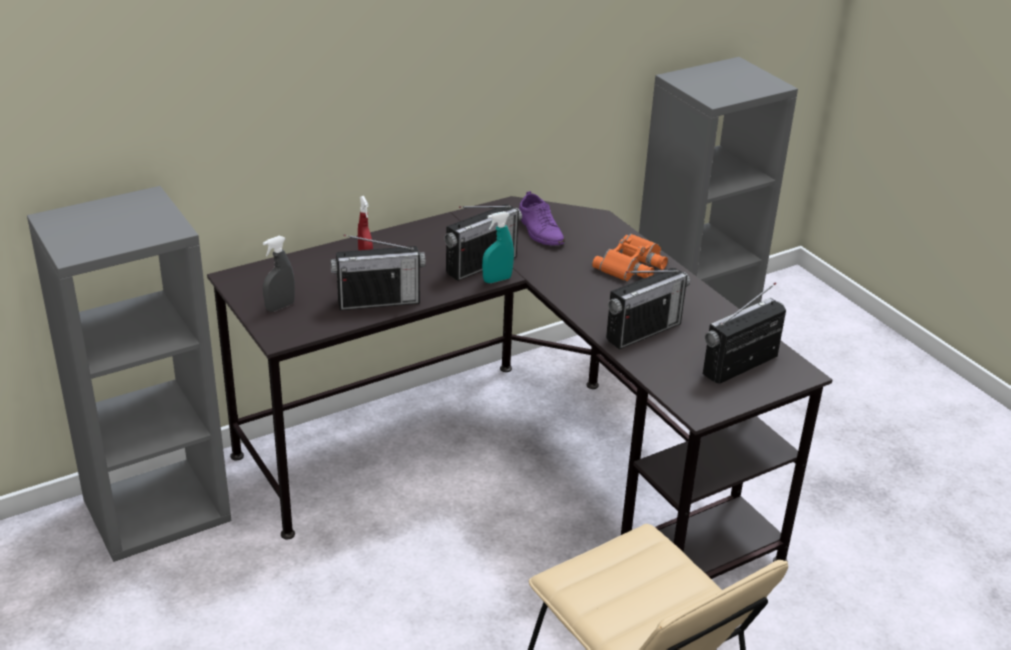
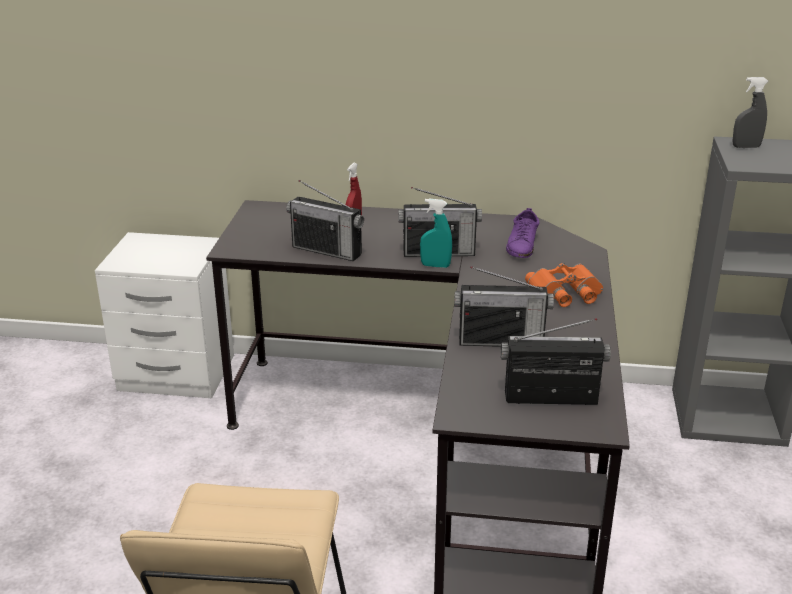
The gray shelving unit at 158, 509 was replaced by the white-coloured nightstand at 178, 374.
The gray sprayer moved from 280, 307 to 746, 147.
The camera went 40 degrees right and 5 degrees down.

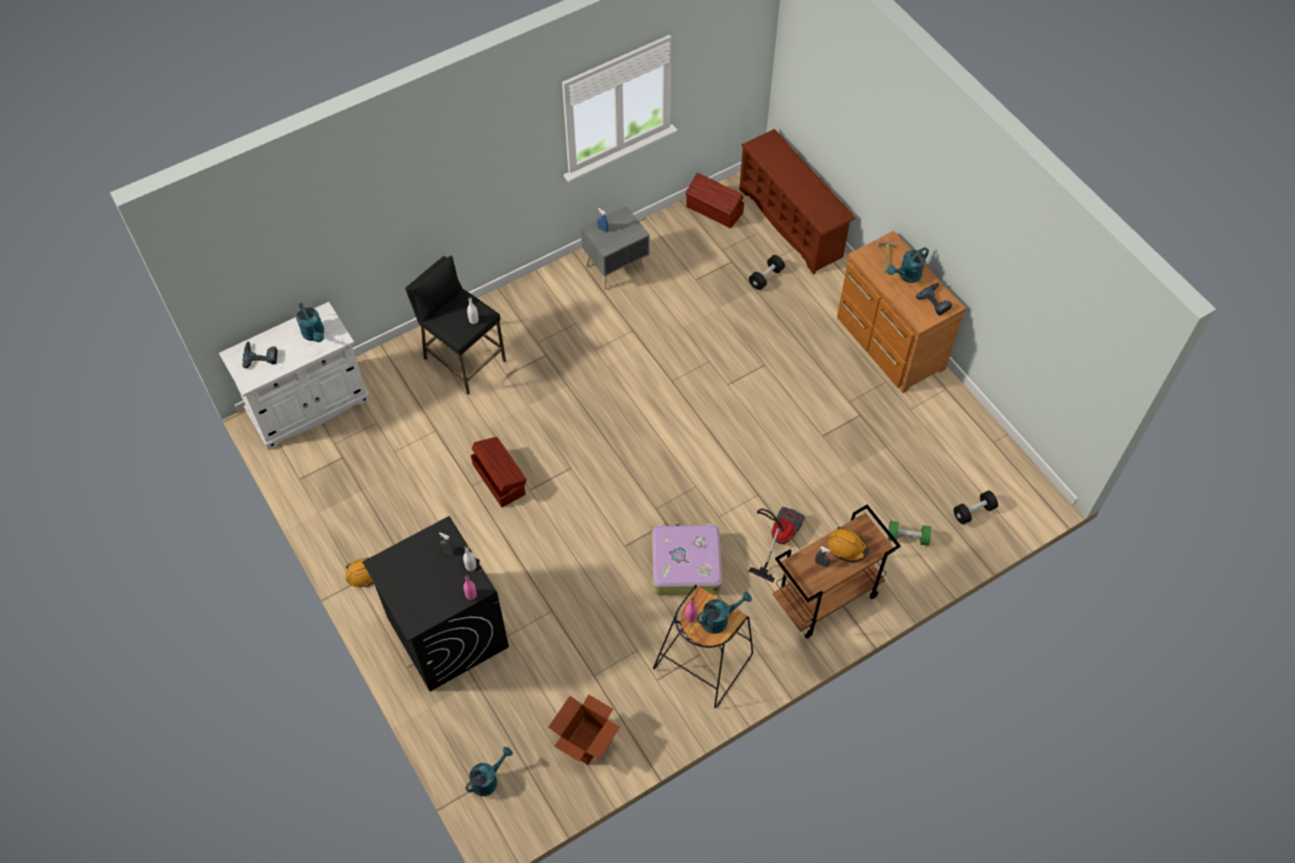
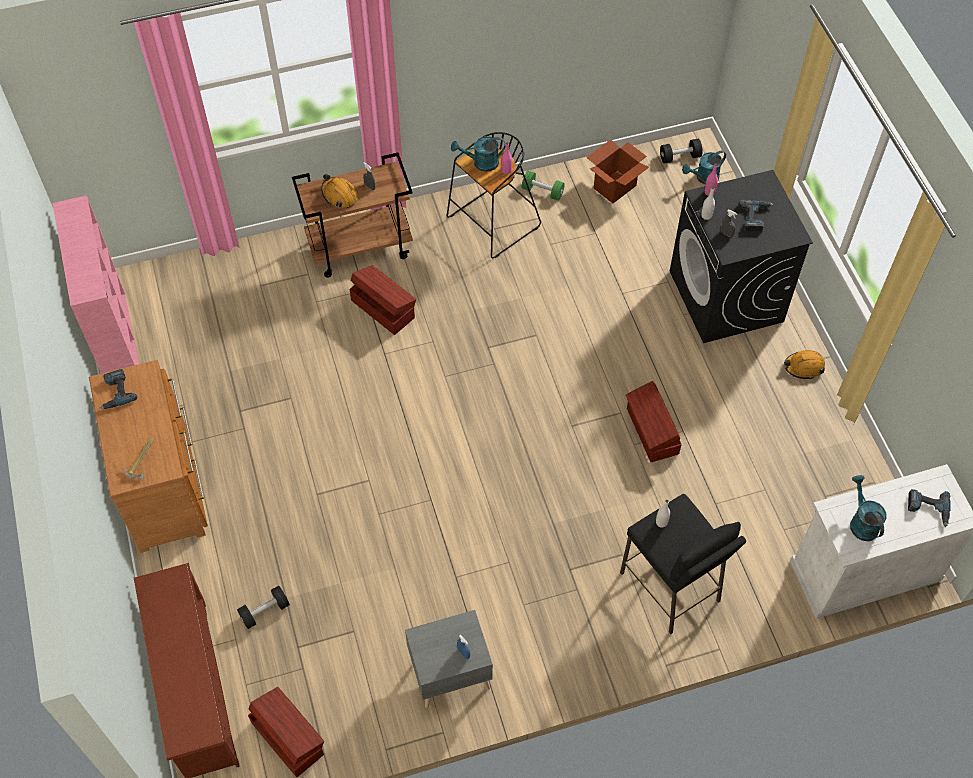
The suitcase at 685, 565 disappeared.
The vacuum at 777, 539 was replaced by the brown-coloured storage box at 383, 308.
The turquoise watering can at 907, 276 disappeared.
The greenish hand weight moved from 907, 537 to 542, 191.
The black hand weight moved from 973, 512 to 680, 157.
The pinkish shelving unit at 118, 342 appeared.
The power drill at 755, 217 appeared.
The camera went 165 degrees left and 0 degrees up.

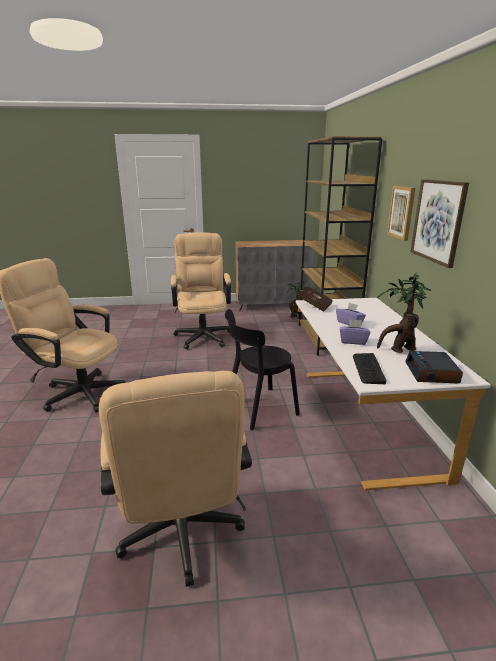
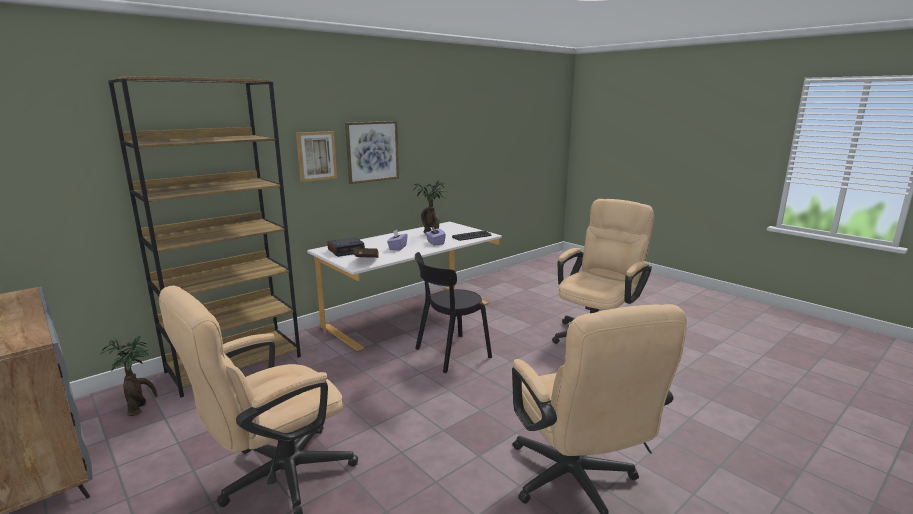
The black chair at 258, 408 turned 120 degrees clockwise.
The table clock moved from 432, 373 to 346, 251.
The camera went 125 degrees left and 5 degrees down.

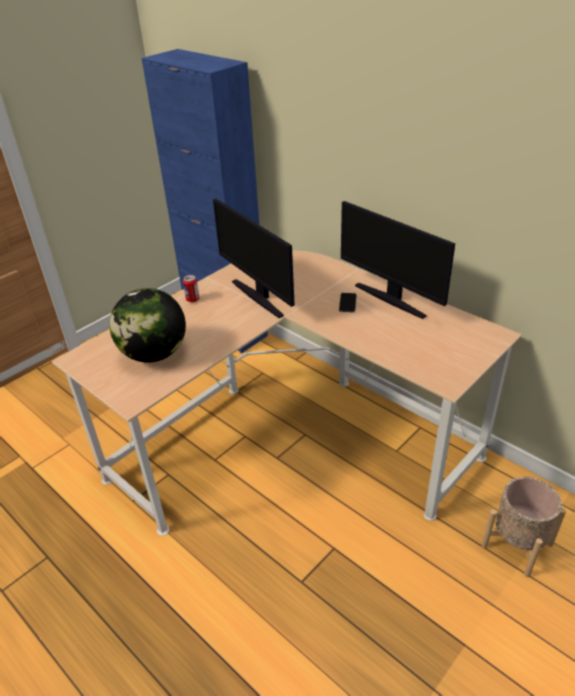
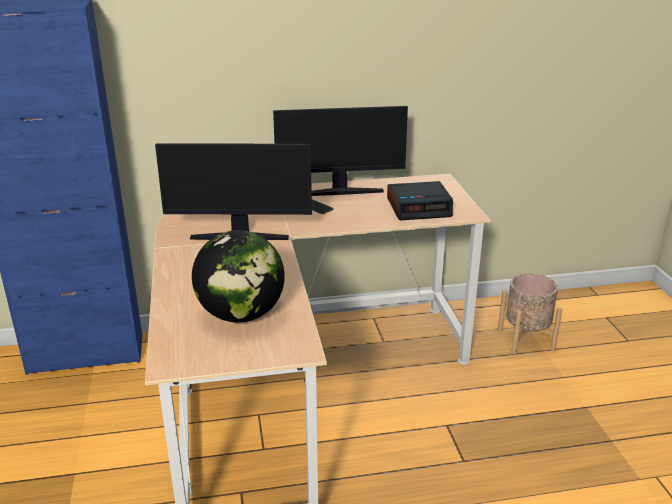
The can at 192, 299 disappeared.
The table clock at 419, 207 appeared.
The camera went 55 degrees left and 10 degrees down.

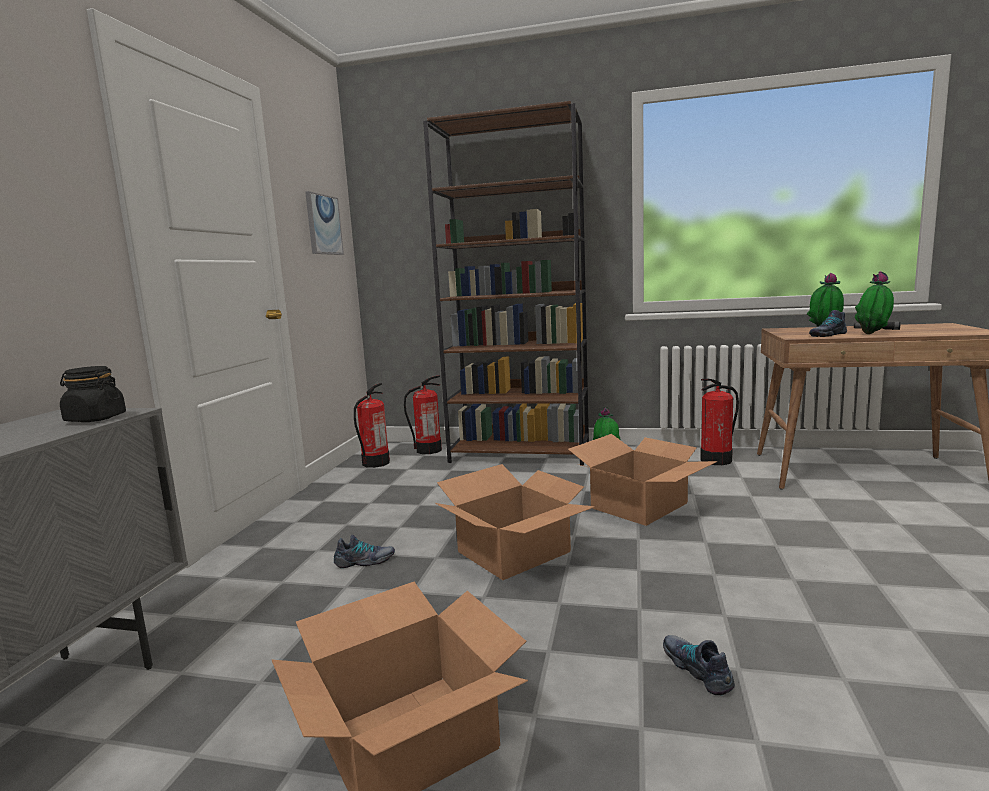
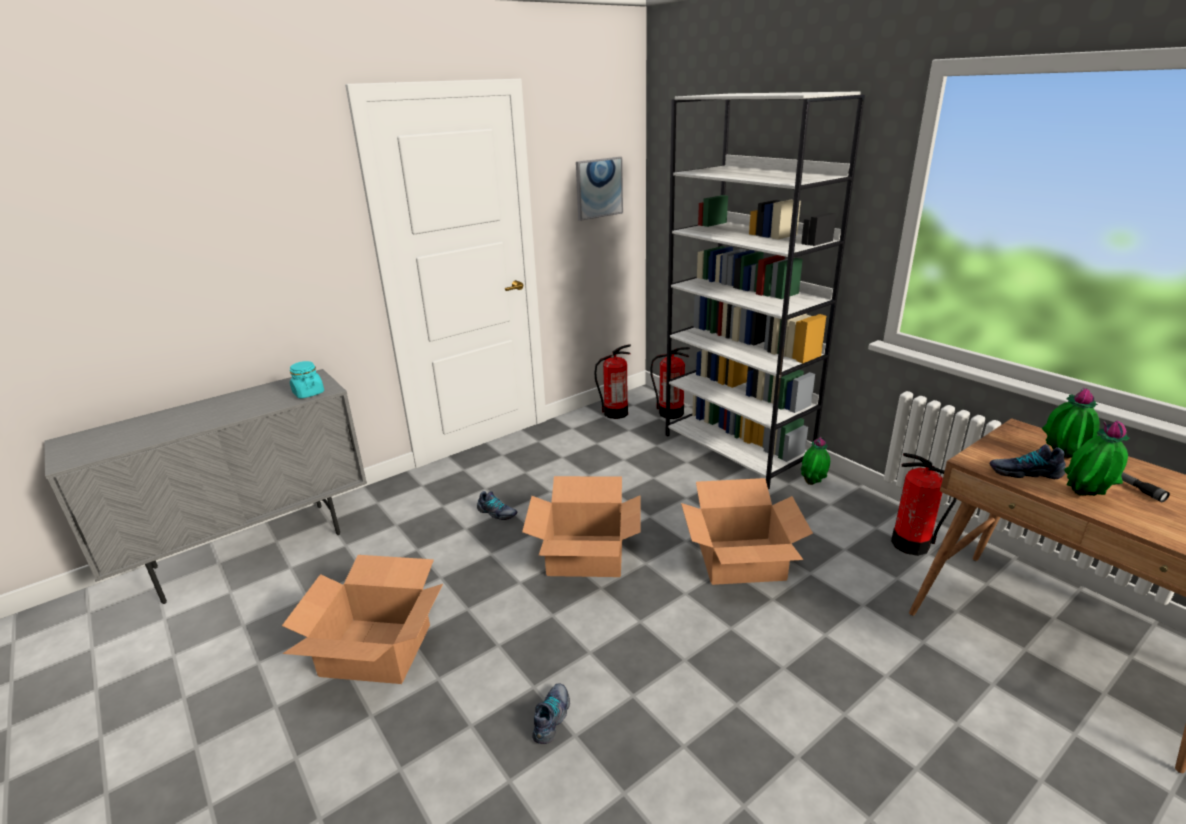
The black jar at 95, 419 became the turquoise jar at 308, 393.
The brown-coloured shelving unit at 521, 453 became the white-coloured shelving unit at 737, 449.
The camera went 40 degrees right and 15 degrees up.

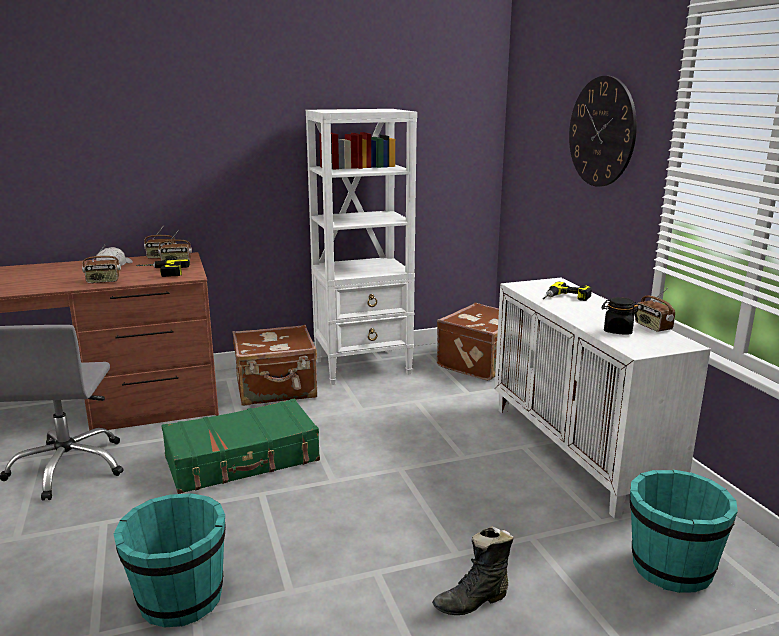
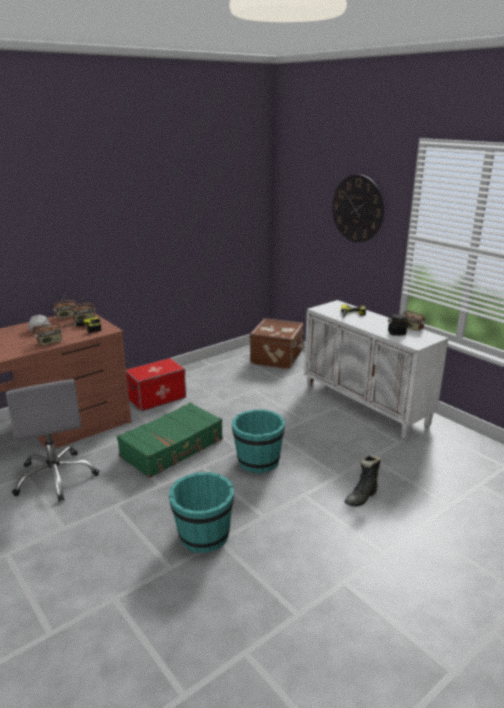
The brown-coloured suitcase at 277, 390 was replaced by the storage box at 157, 398.
The white-coloured shelving unit at 364, 367 disappeared.
The turquoise pail moved from 670, 567 to 258, 461.
The camera went 20 degrees left and 5 degrees up.

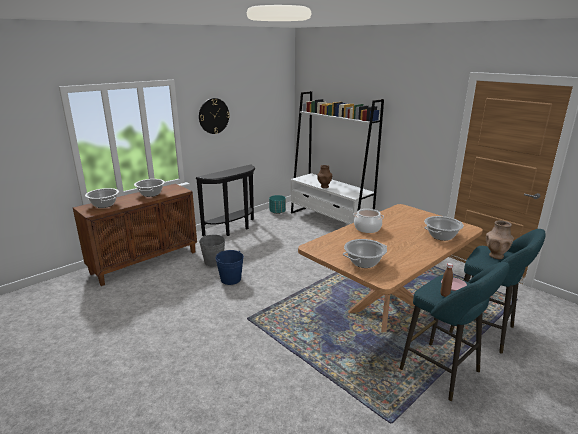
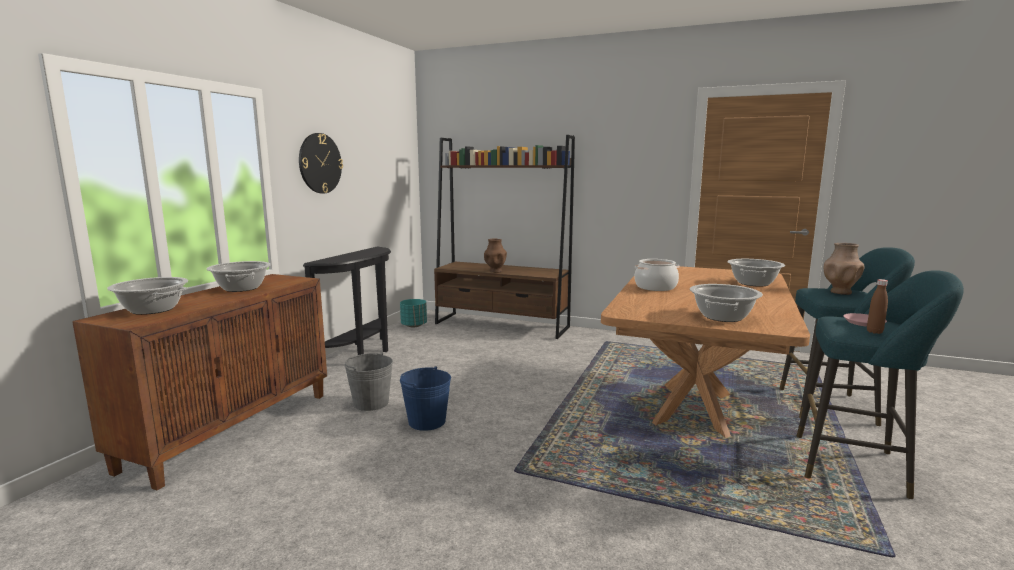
The white-coloured shelving unit at 330, 221 became the brown-coloured shelving unit at 502, 325.
The camera went 25 degrees left and 10 degrees down.

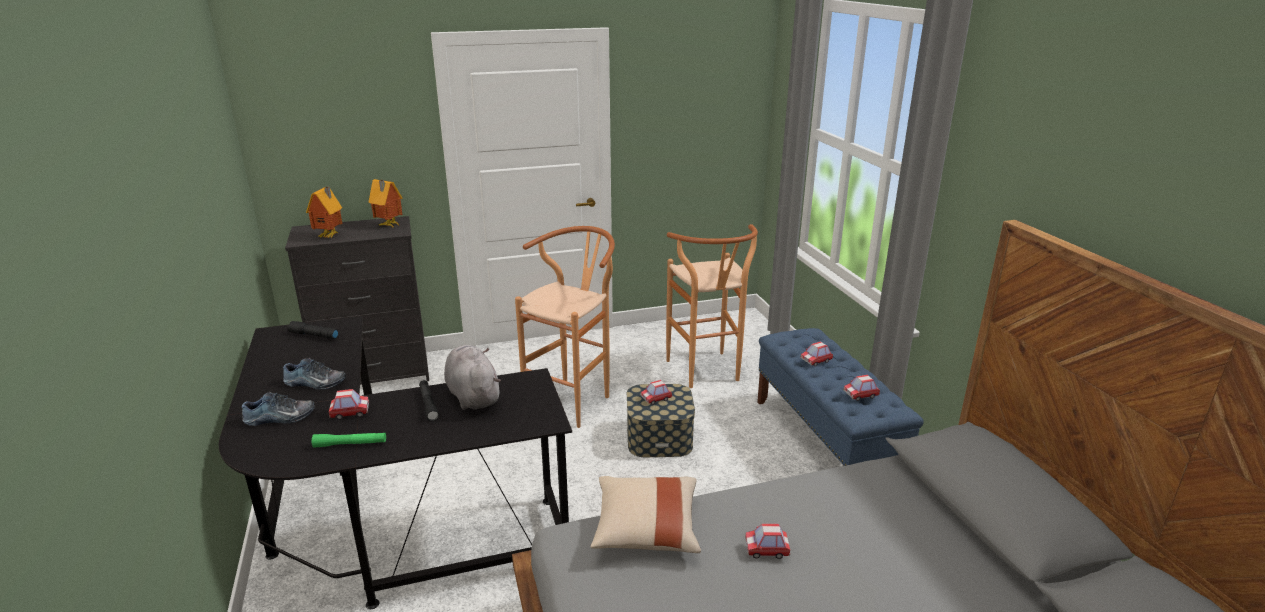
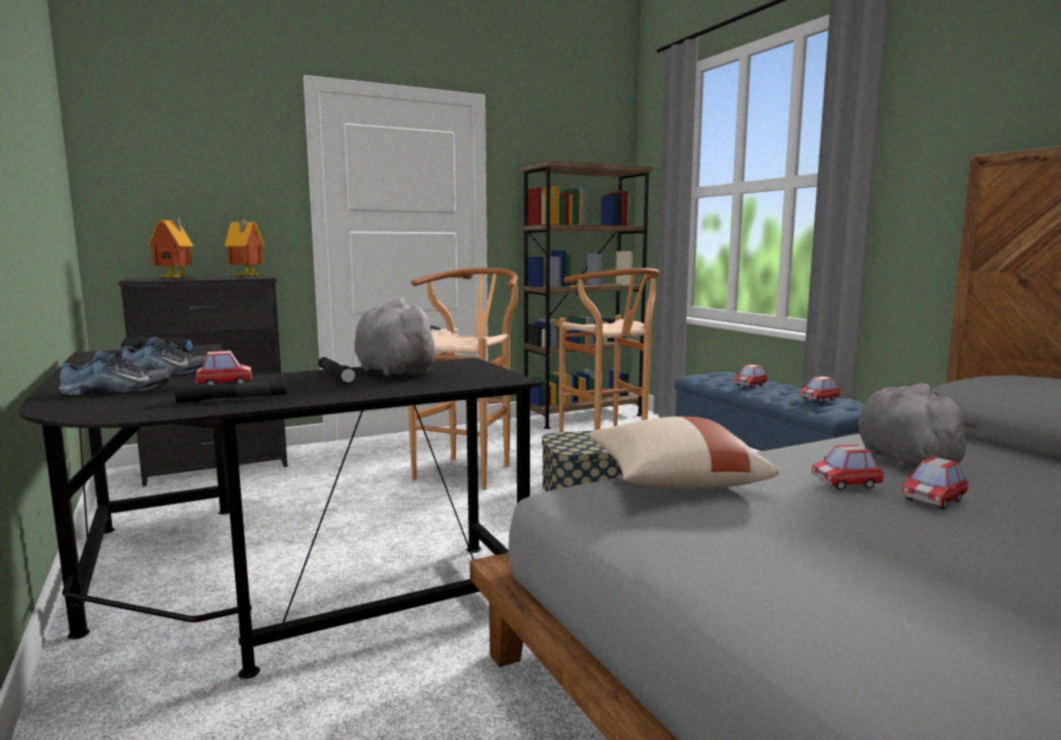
The greenish torch at 350, 444 became the black torch at 233, 399.
The toy car moved from 656, 399 to 933, 500.
The brown-coloured shelving unit at 583, 416 appeared.
The gray plush toy at 903, 460 appeared.
The camera went 10 degrees left and 15 degrees down.

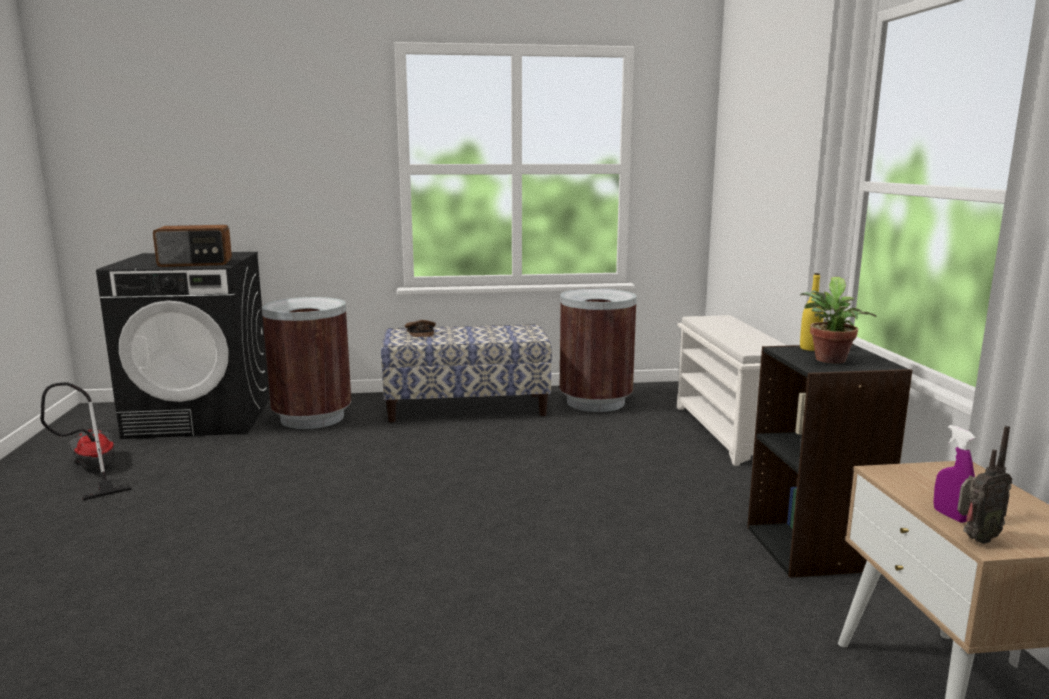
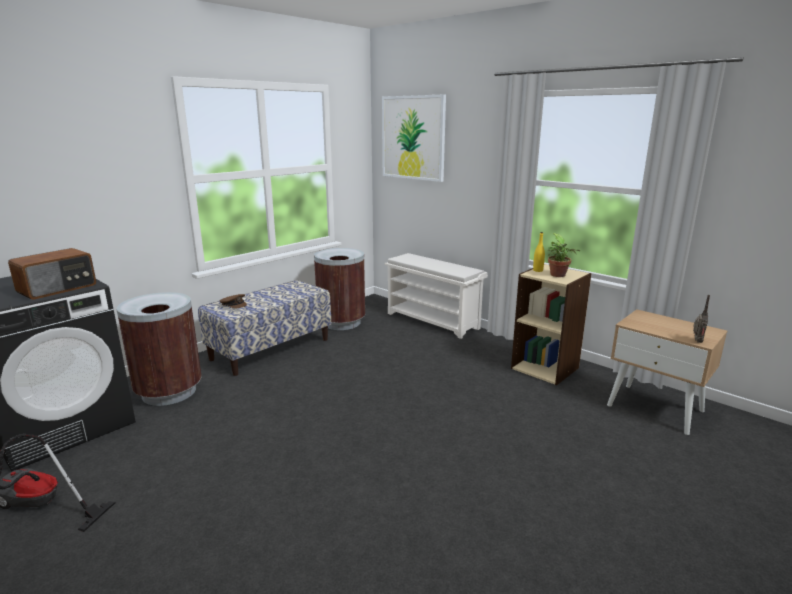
The black shelving unit at 814, 548 became the beige shelving unit at 545, 368.
The purple sprayer at 950, 516 disappeared.
The wall art at 413, 138 appeared.
The camera went 40 degrees left and 5 degrees up.

